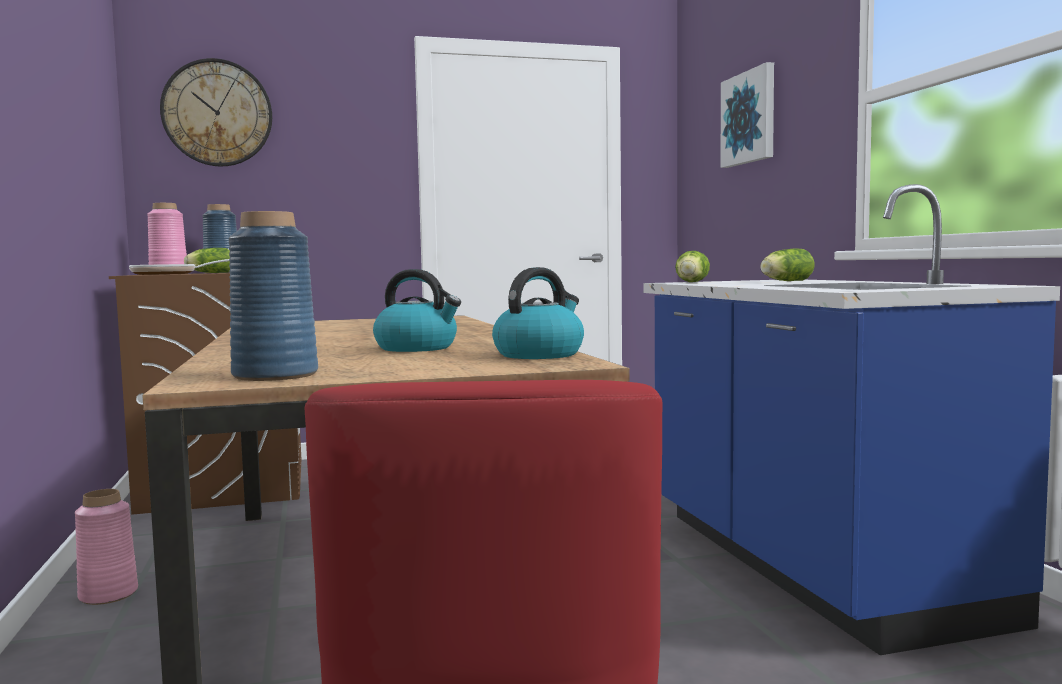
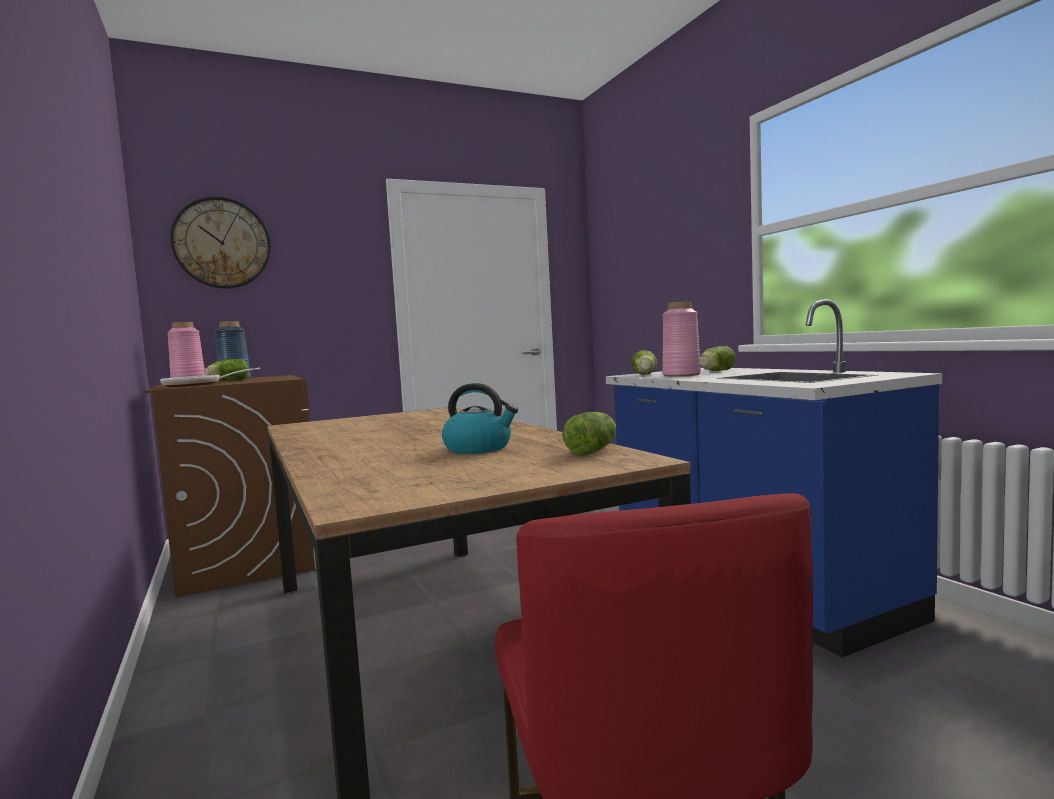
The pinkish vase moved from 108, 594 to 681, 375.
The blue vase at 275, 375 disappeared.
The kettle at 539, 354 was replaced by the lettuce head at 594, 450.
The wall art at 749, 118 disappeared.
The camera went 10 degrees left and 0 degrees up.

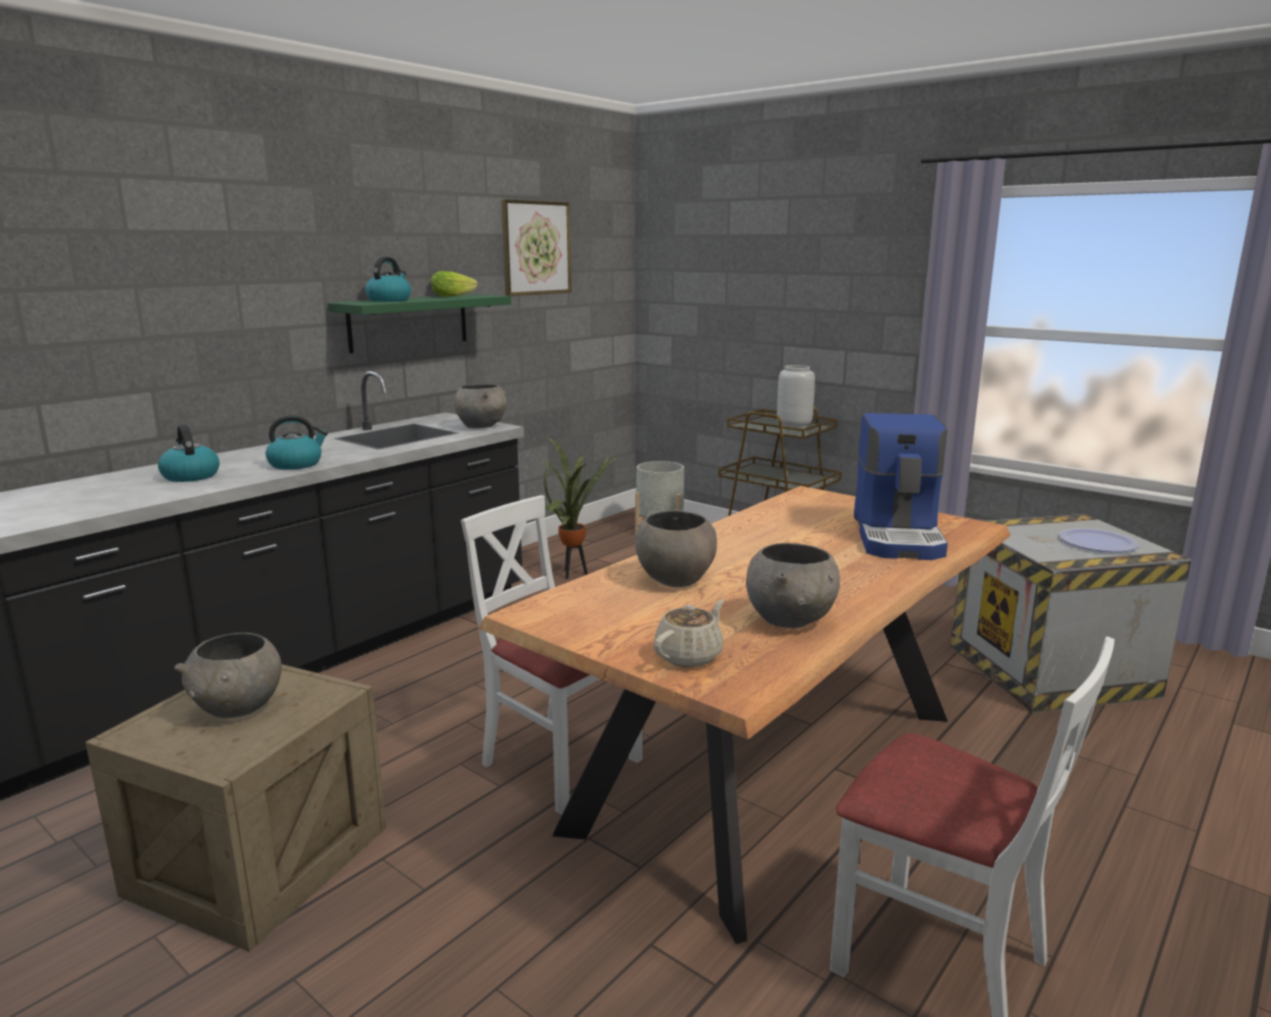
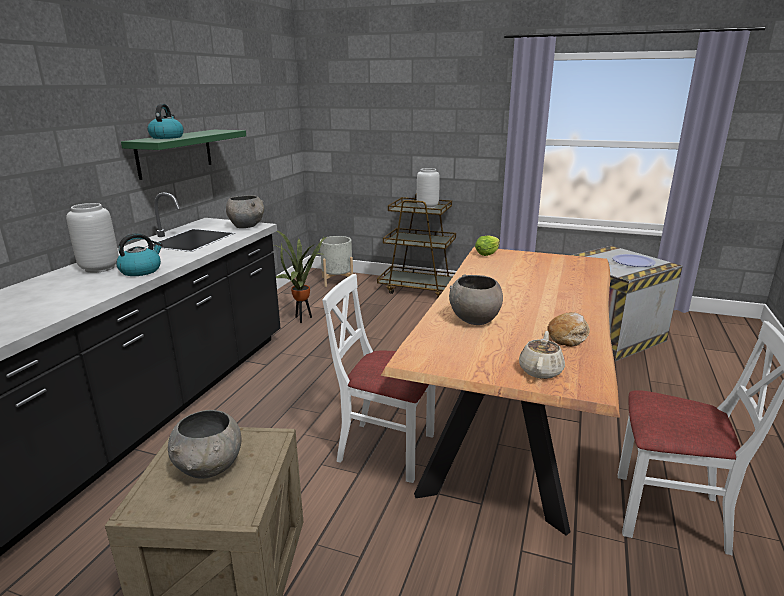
The kettle at 190, 476 disappeared.
The lettuce head moved from 455, 296 to 488, 253.
The wall art at 536, 248 disappeared.
The gray deep dish at 791, 620 was replaced by the bakery bread at 568, 336.
The coffee brewer at 899, 536 disappeared.
The gray vase at 99, 268 appeared.
The camera went 20 degrees left and 5 degrees up.

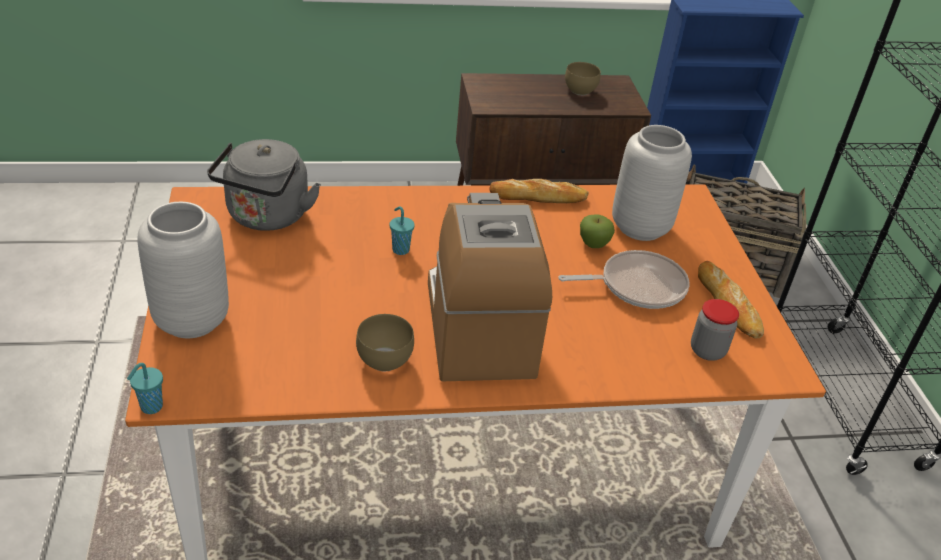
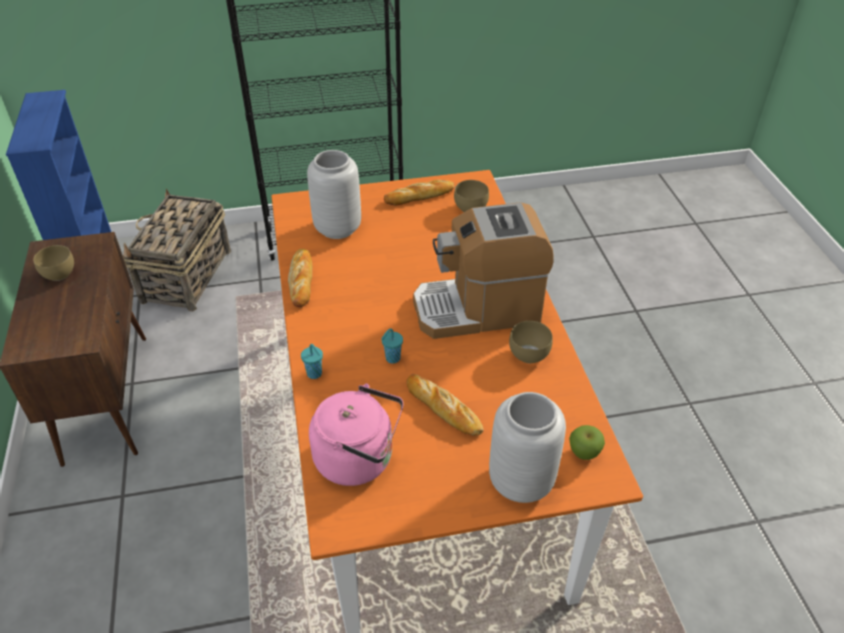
The turquoise drinking cup moved from 150, 407 to 315, 374.
The gray kettle at 266, 217 became the pinkish kettle at 359, 459.
The frying pan at 637, 286 disappeared.
The apple fruit moved from 593, 244 to 584, 453.
The jar at 707, 351 was replaced by the brown-coloured deep dish at 469, 208.
The bakery bread at 443, 408 appeared.
The camera went 90 degrees left and 5 degrees up.

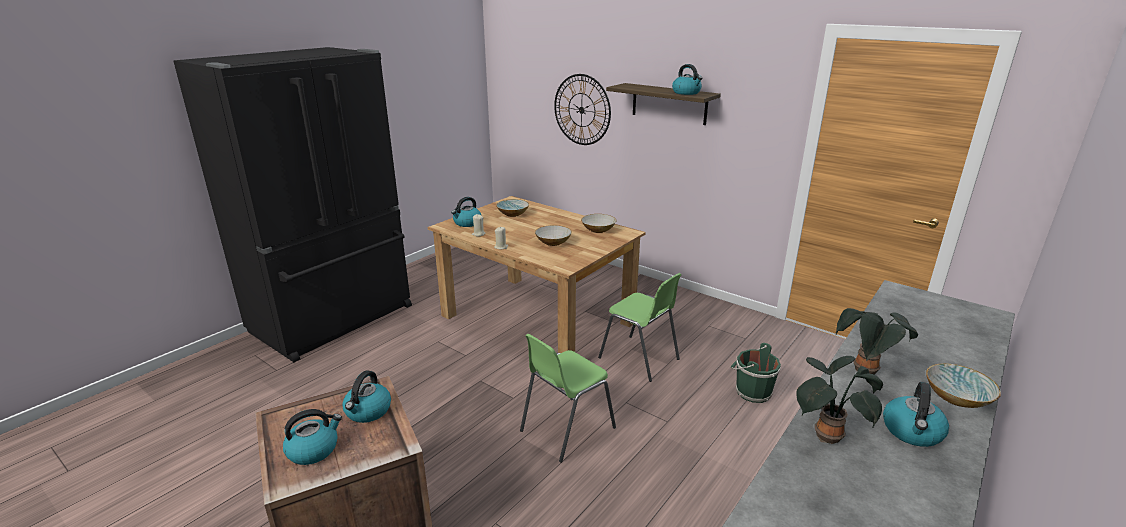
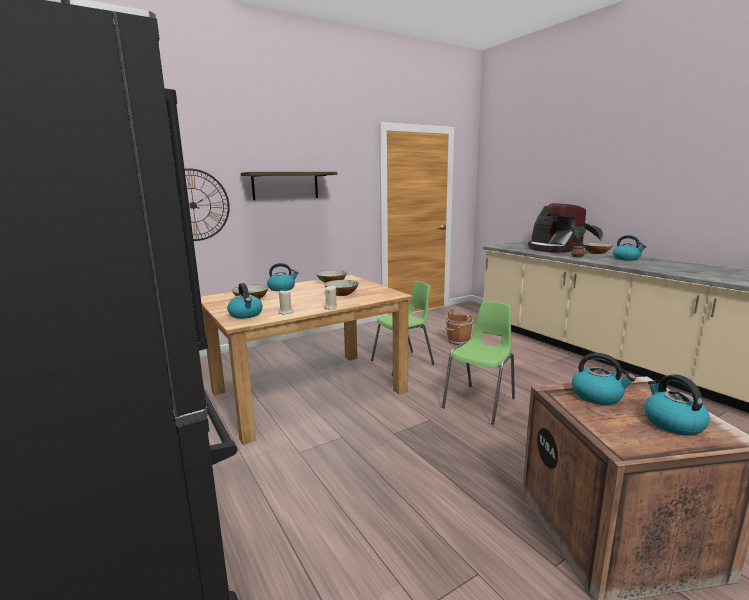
The greenish chair at 566, 429 turned 120 degrees counterclockwise.
The kettle moved from 687, 93 to 282, 288.
The greenish pail at 751, 391 became the brown-coloured pail at 458, 341.
The houseplant at 826, 434 disappeared.
The coffee brewer at 553, 249 appeared.
The camera went 70 degrees left and 10 degrees down.

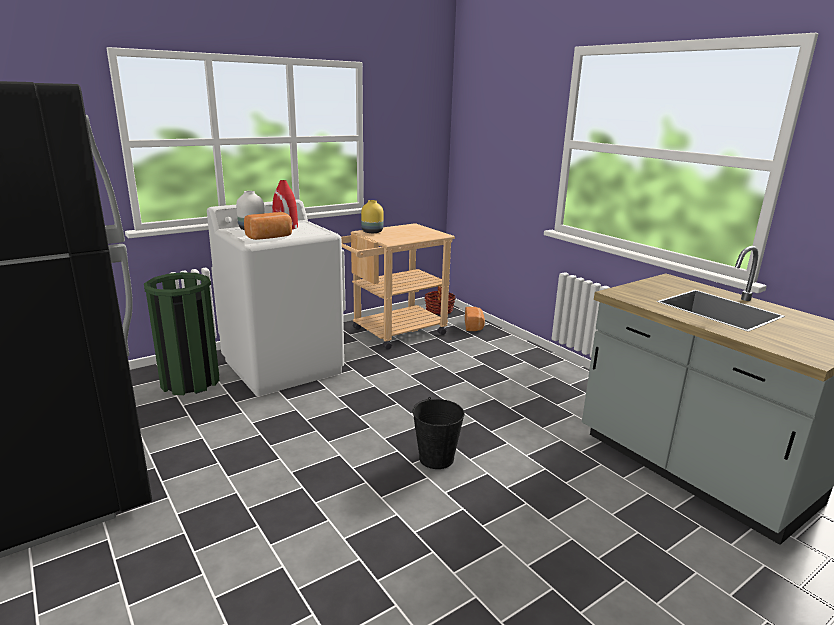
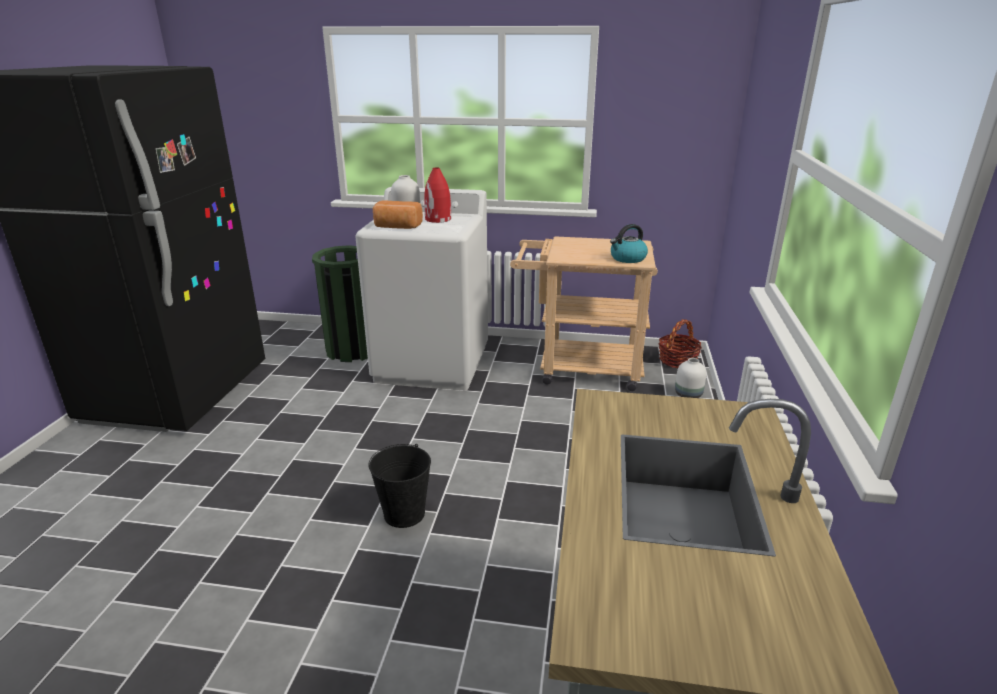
The yellow vase at 372, 232 disappeared.
The bakery bread at 474, 326 was replaced by the white-coloured vase at 687, 395.
The kettle at 627, 258 appeared.
The camera went 45 degrees right and 5 degrees up.

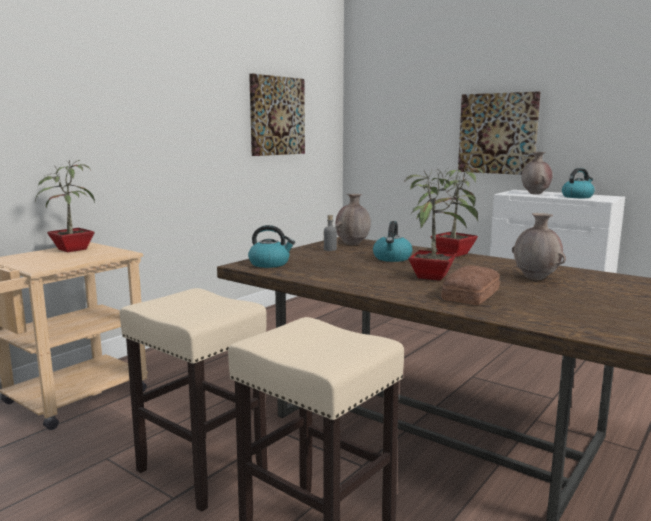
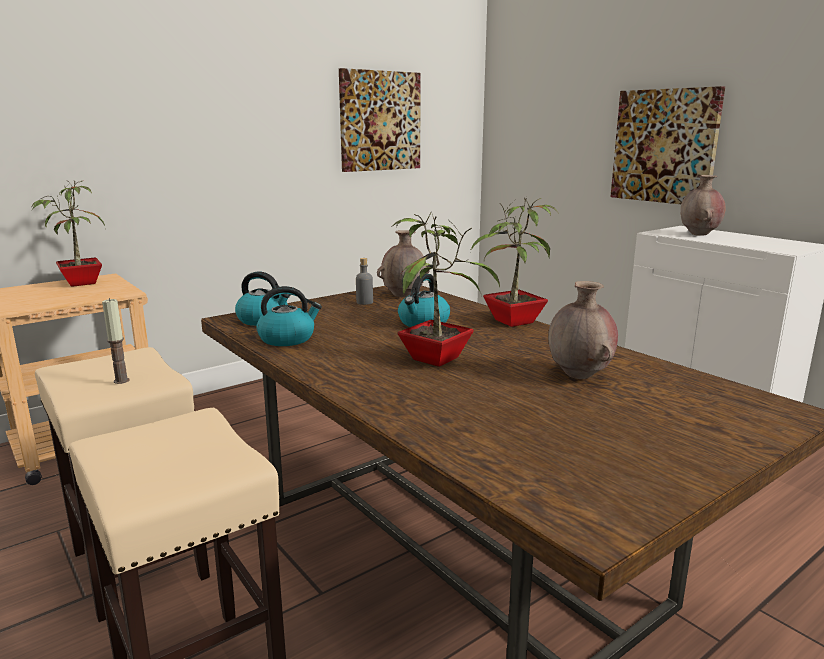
The bakery bread at 469, 294 disappeared.
The kettle moved from 577, 197 to 287, 339.
The candle at 121, 381 appeared.
The camera went 15 degrees right and 5 degrees up.

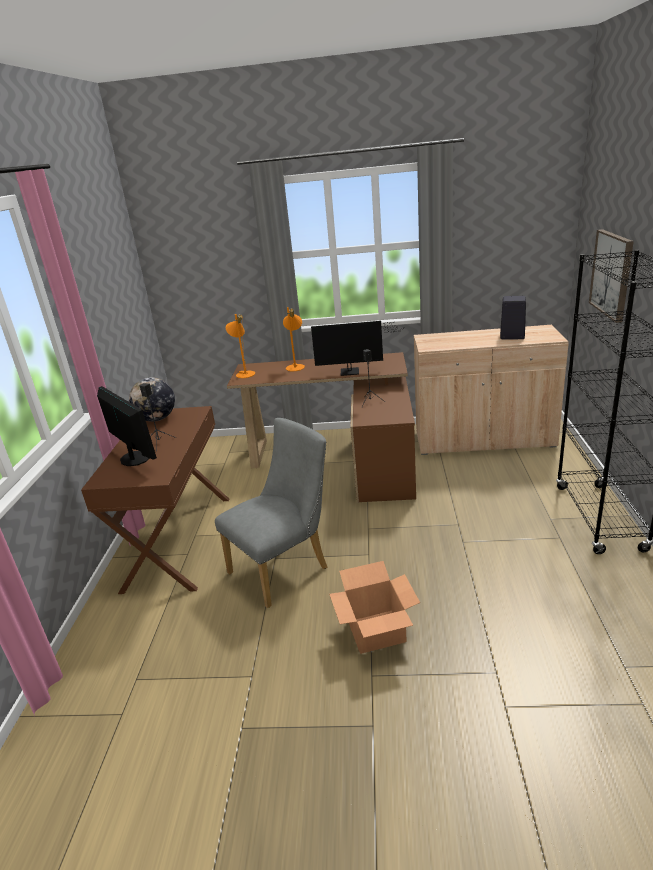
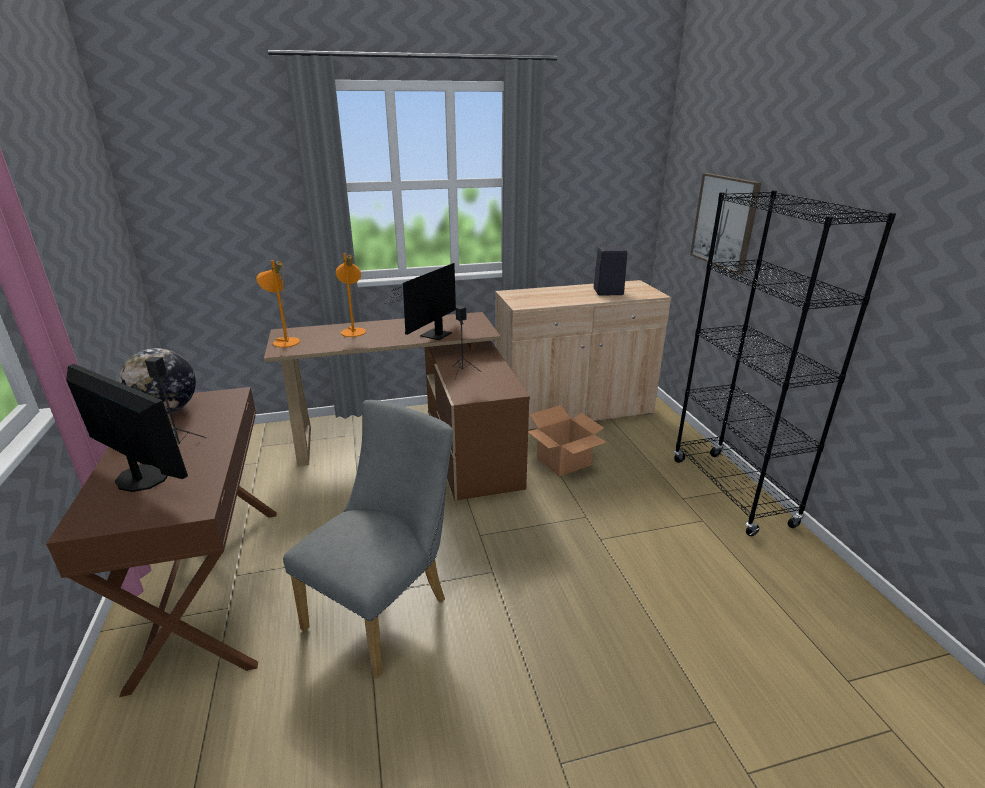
The monitor at 353, 371 turned 135 degrees clockwise.
The packing box moved from 377, 630 to 564, 461.
The camera went 20 degrees left and 0 degrees up.

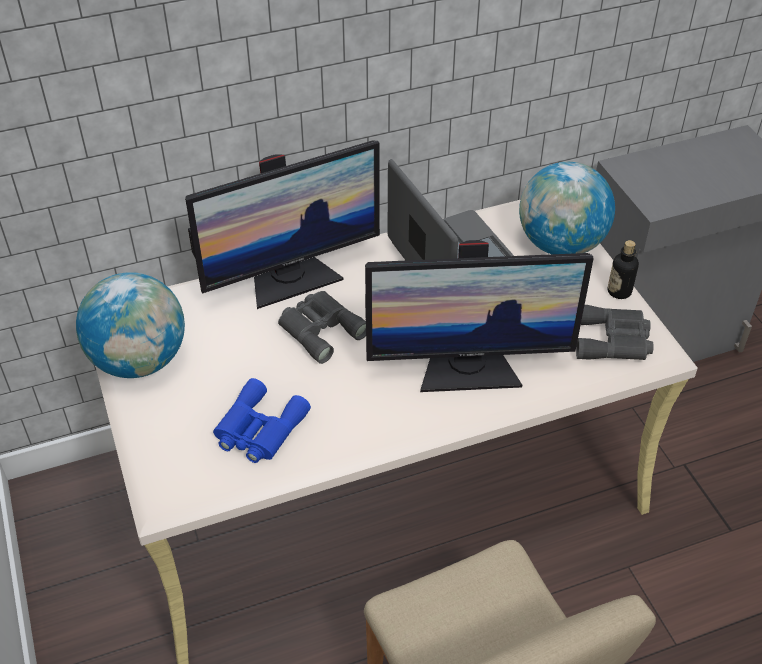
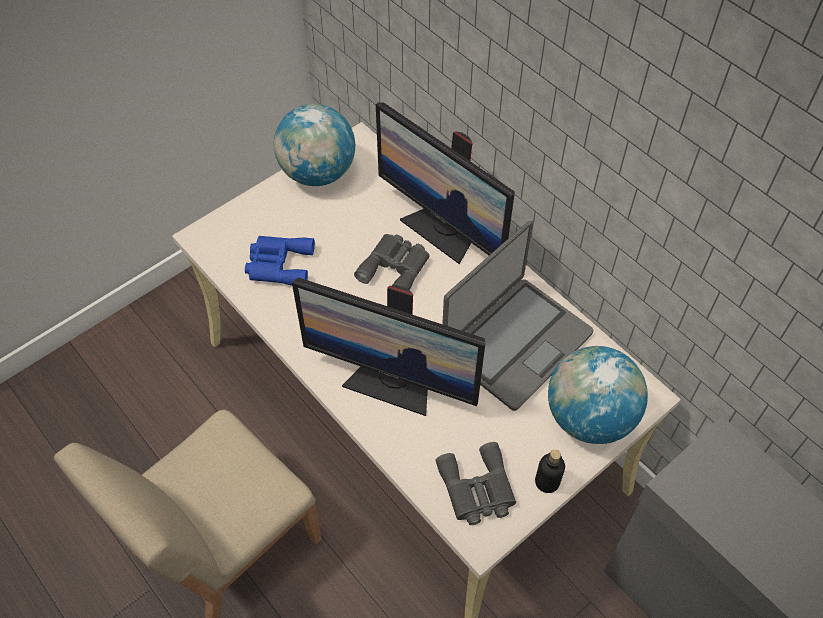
The monitor at 468, 370 turned 45 degrees counterclockwise.
The camera went 70 degrees right and 10 degrees up.

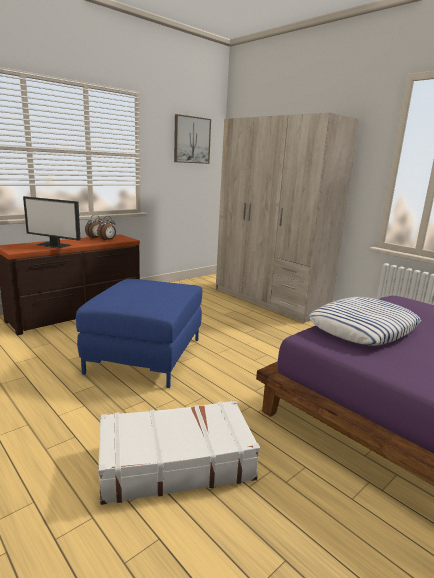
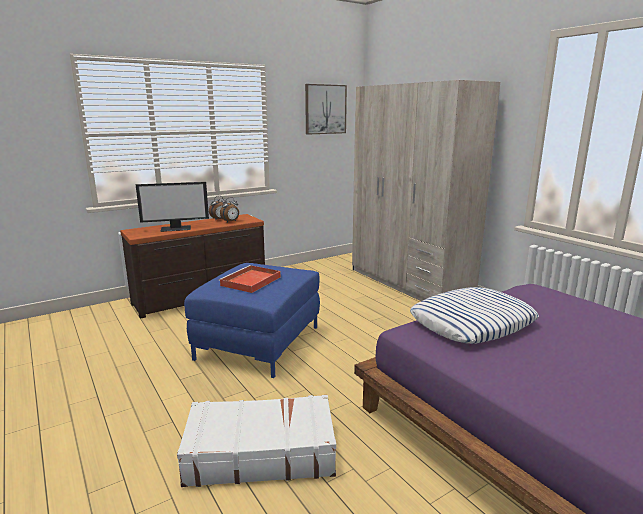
The monitor at 54, 245 turned 45 degrees counterclockwise.
The red-coloured tray at 250, 281 appeared.
The camera went 10 degrees right and 0 degrees up.

